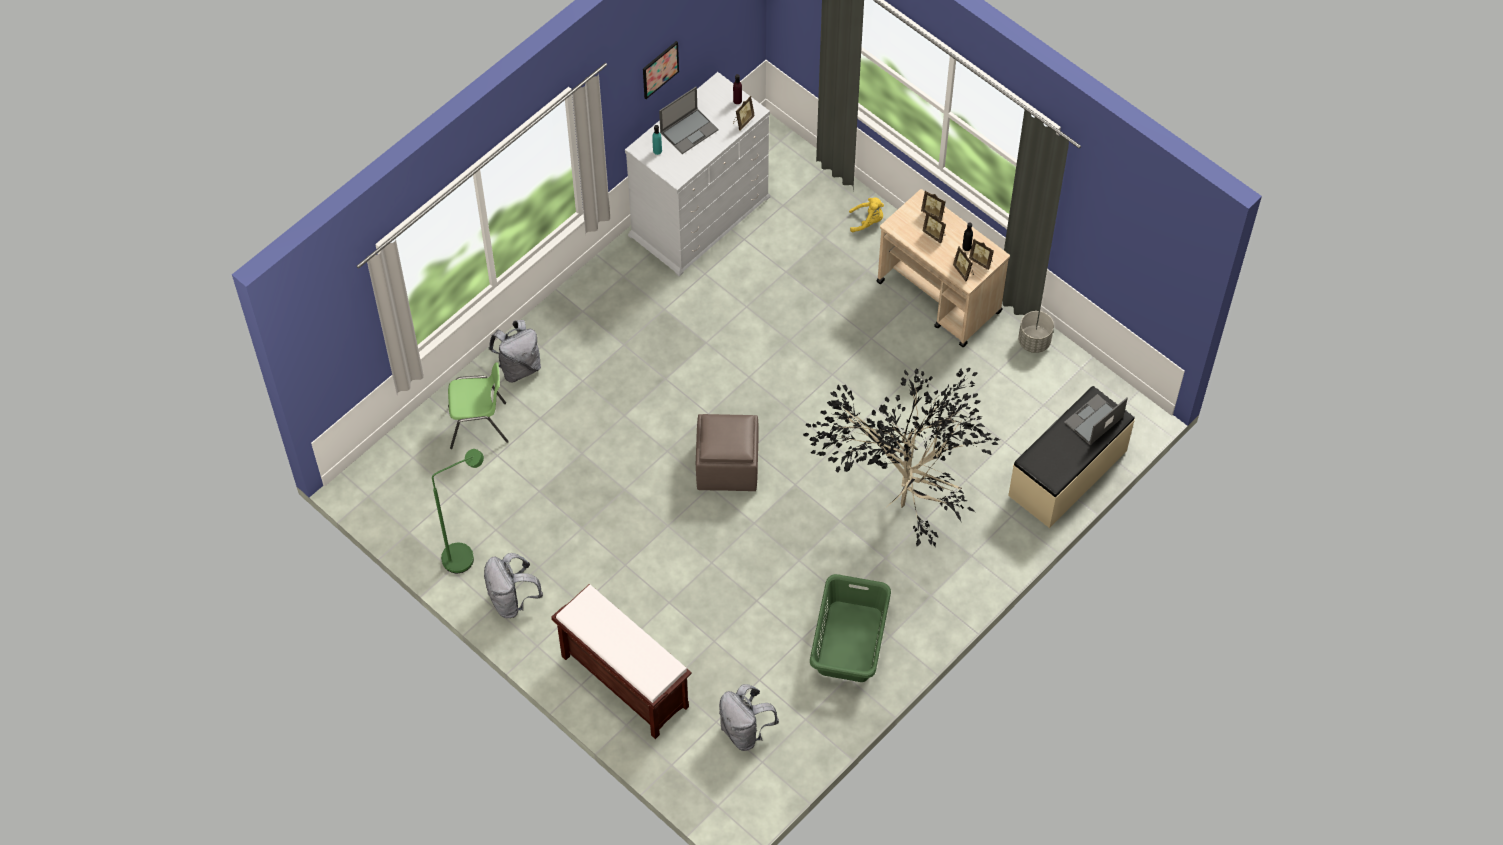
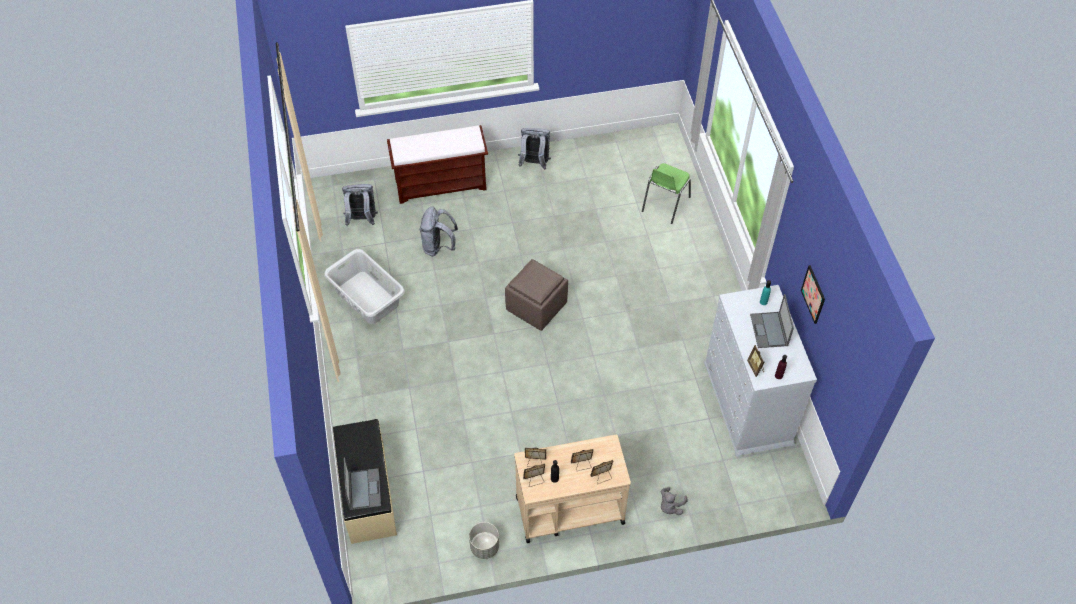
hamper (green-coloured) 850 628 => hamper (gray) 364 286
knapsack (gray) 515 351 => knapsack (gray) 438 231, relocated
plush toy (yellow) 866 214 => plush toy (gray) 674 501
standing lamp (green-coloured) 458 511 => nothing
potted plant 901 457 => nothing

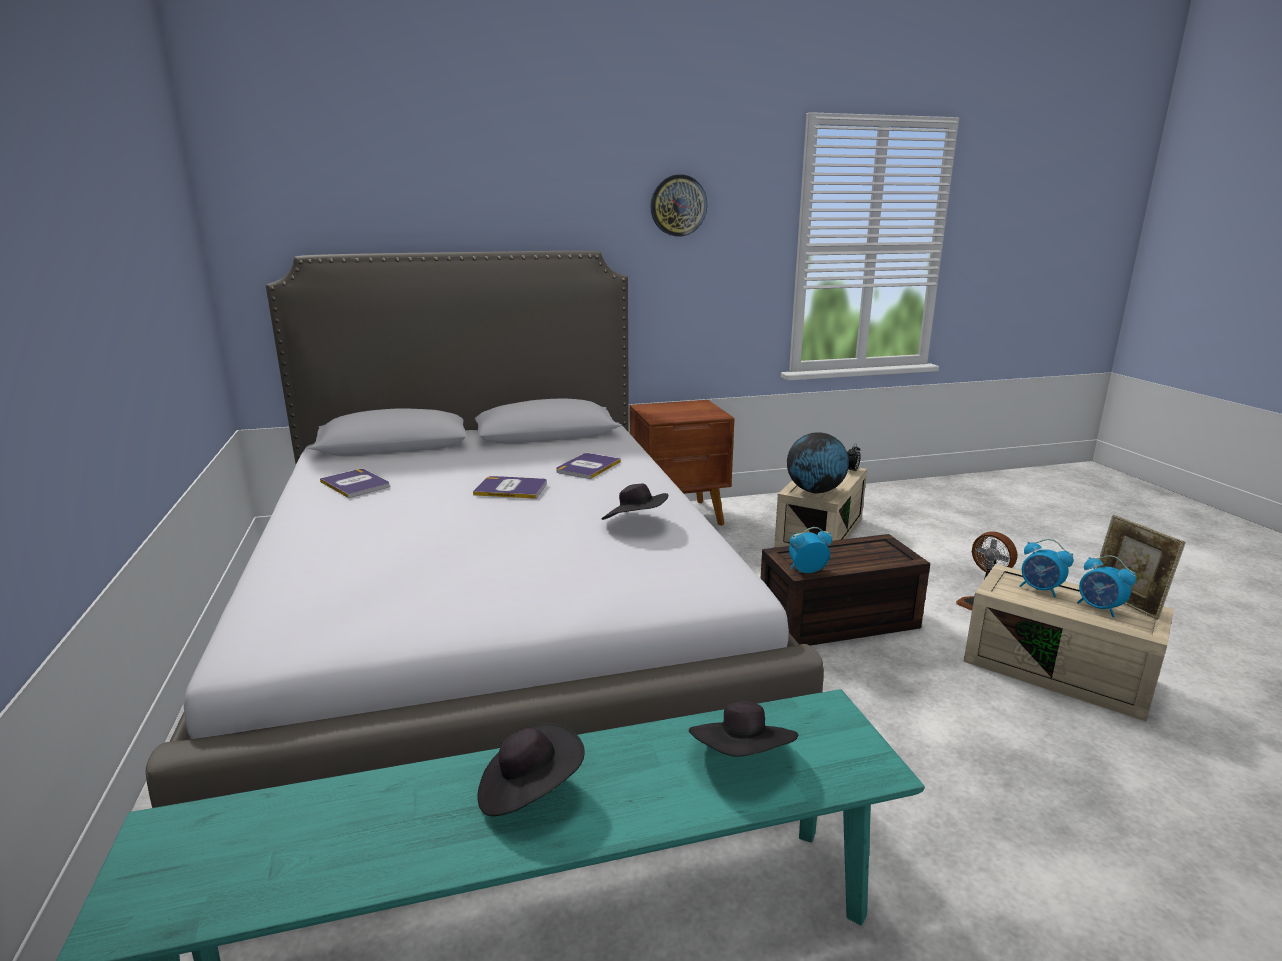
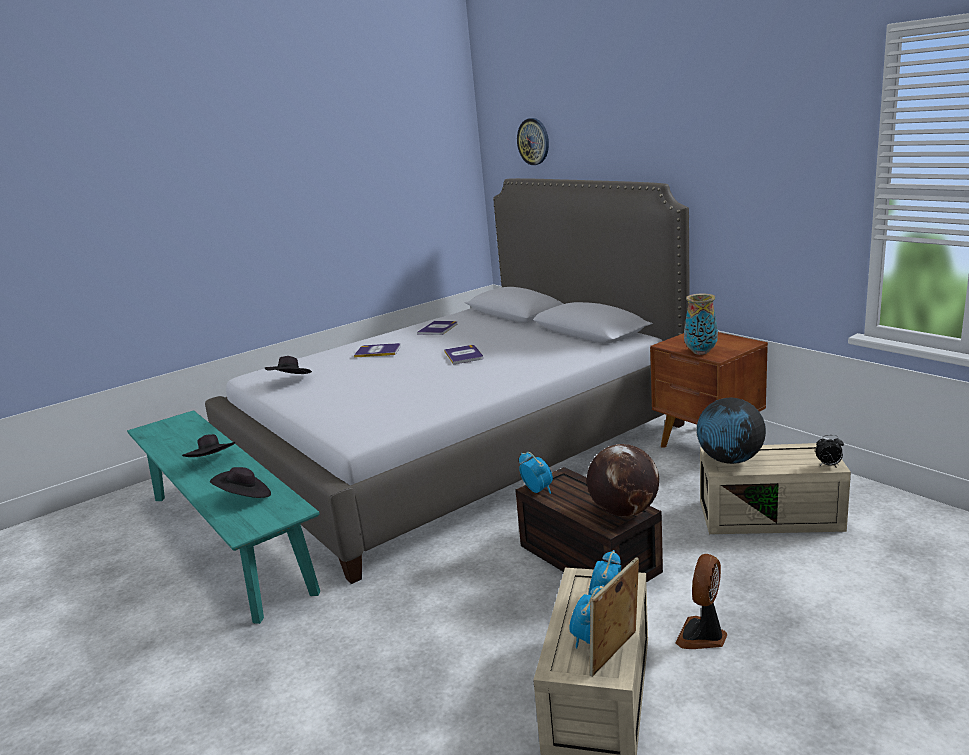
clothing hat (black-coloured) 635 502 => clothing hat (black-coloured) 288 365, relocated
volume 588 466 => volume 377 350, relocated
clock on the wall 679 205 => clock on the wall 533 141, relocated
nothing => globe 623 480
nothing => vase 701 324

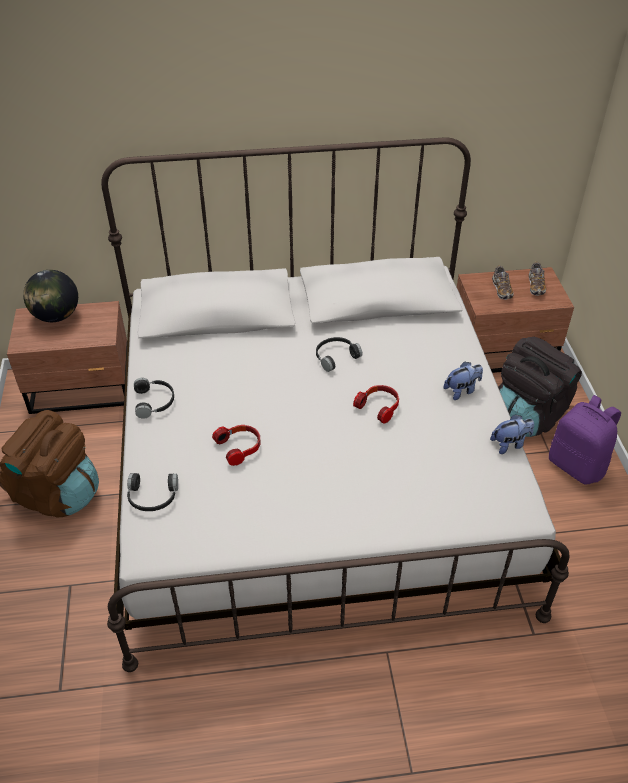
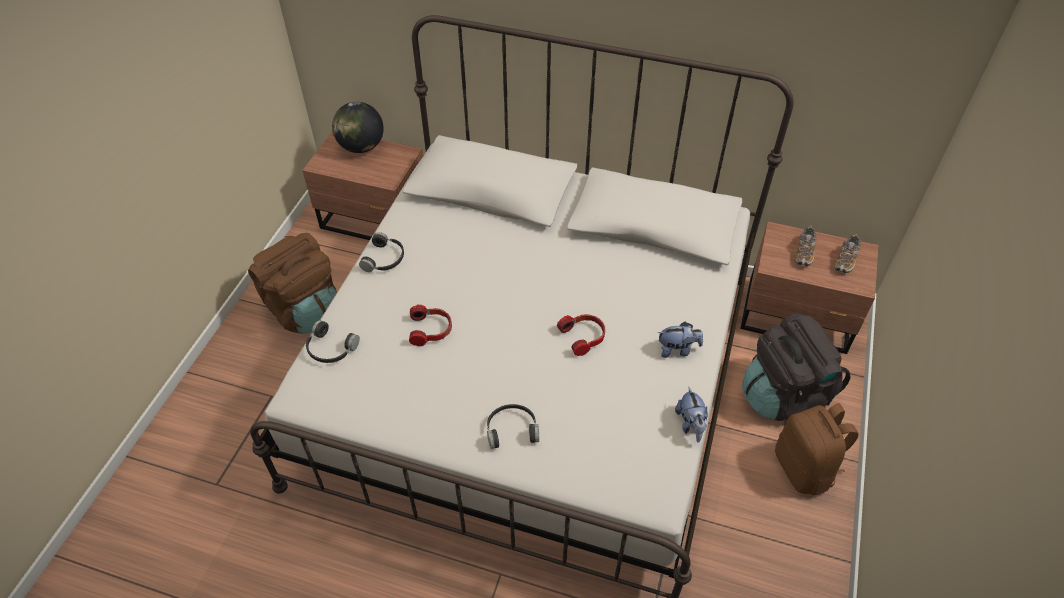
headset (black-coloured) 339 354 => headset (black-coloured) 513 426, relocated
plush toy 512 434 => plush toy 691 414, 75 degrees clockwise
knapsack (purple-coloured) 585 440 => knapsack (brown-coloured) 817 449

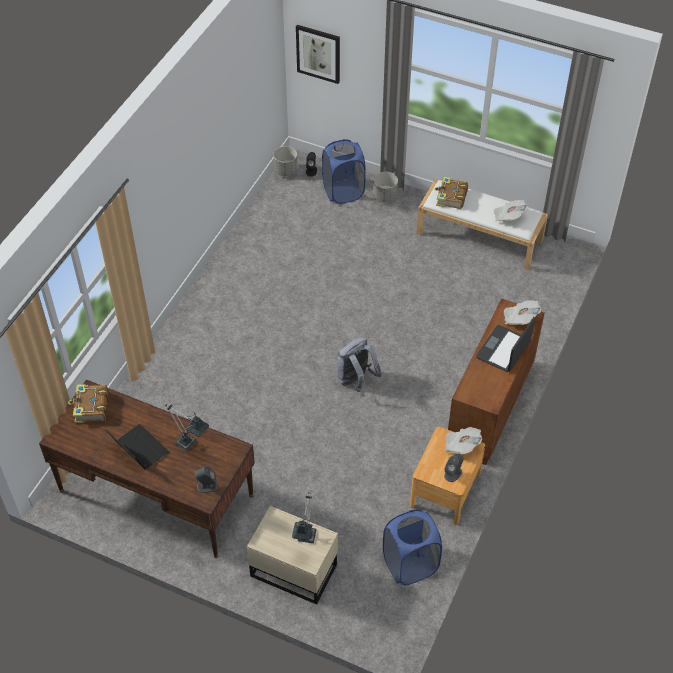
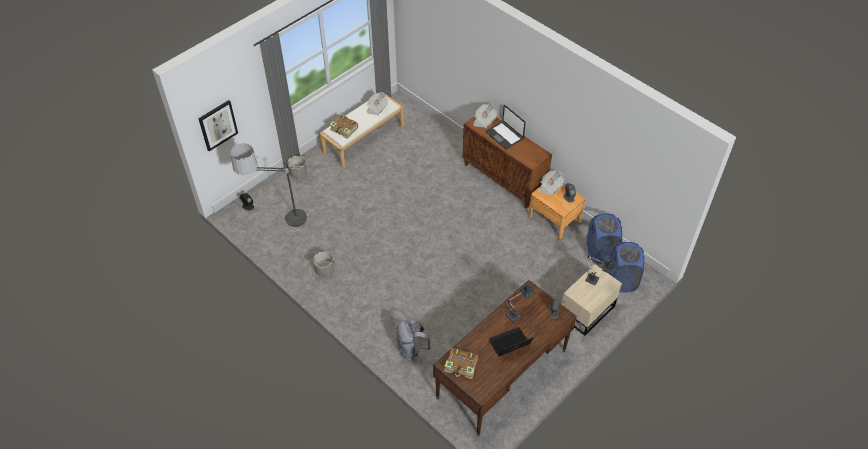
nothing => standing lamp 269 187
plant pot (gray) 285 161 => plant pot (gray) 323 264, relocated
knapsack (gray) 359 364 => knapsack (gray) 414 340, relocated
hamper (blue) 344 171 => hamper (blue) 627 267, relocated

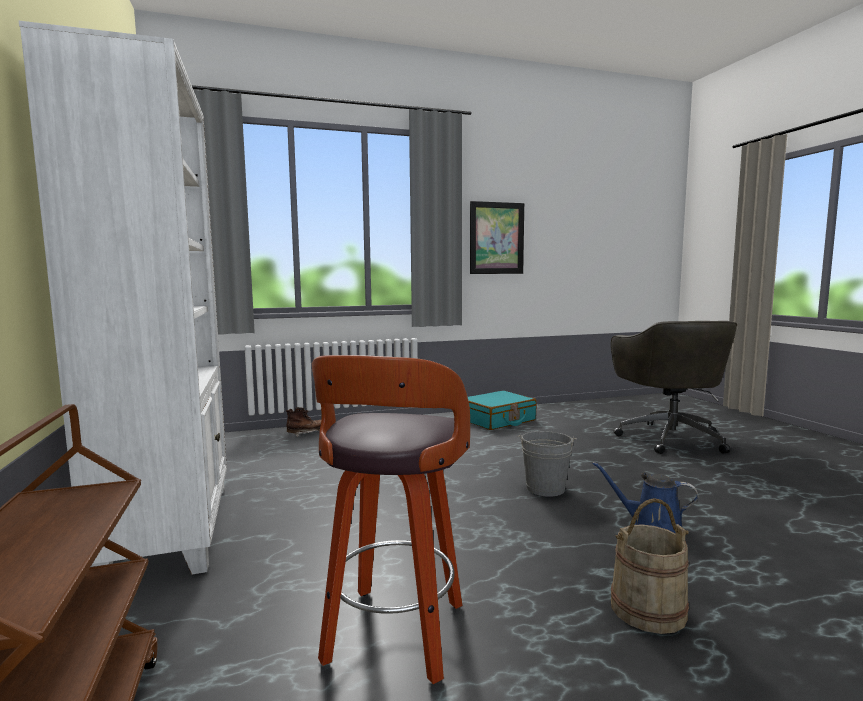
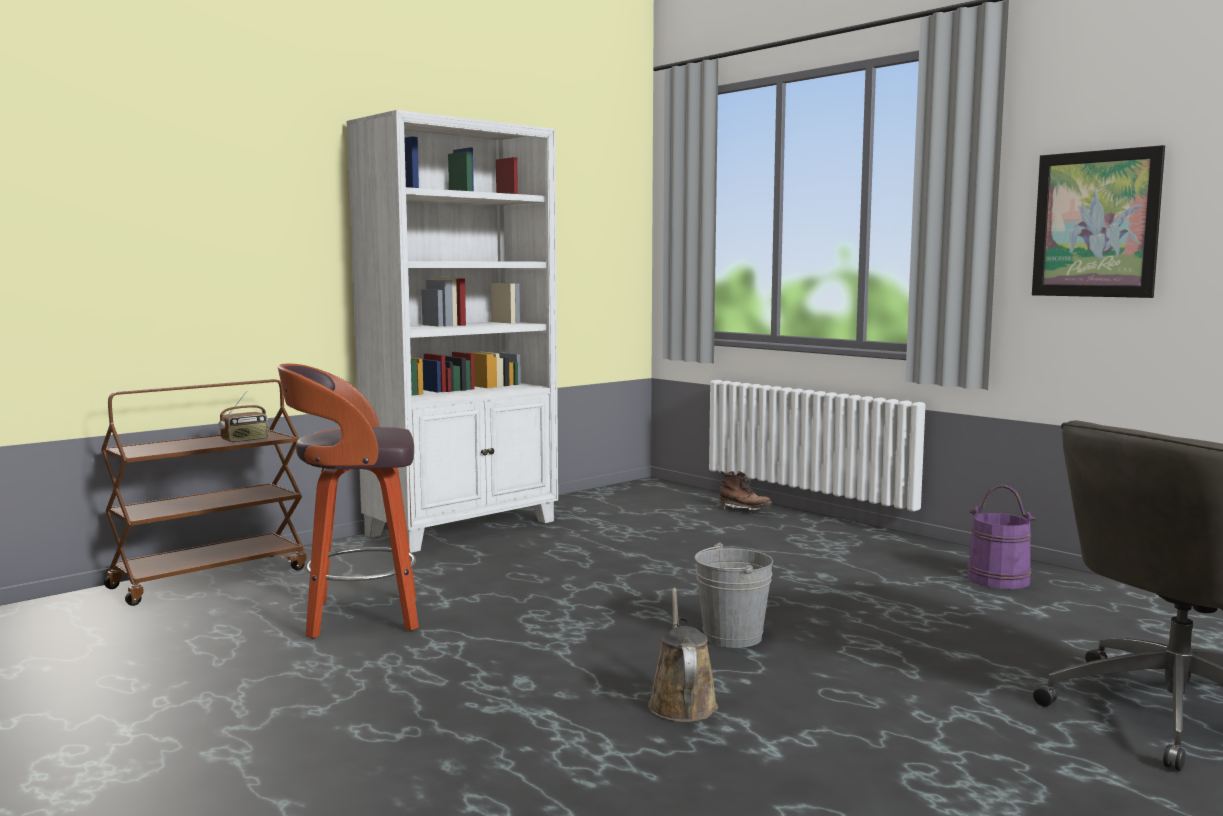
nothing => radio 243 417
watering can (blue) 645 497 => watering can (brown-coloured) 683 655
piece of luggage (blue-green) 502 410 => pail (purple-coloured) 1001 537
pail (sand-coloured) 650 566 => nothing

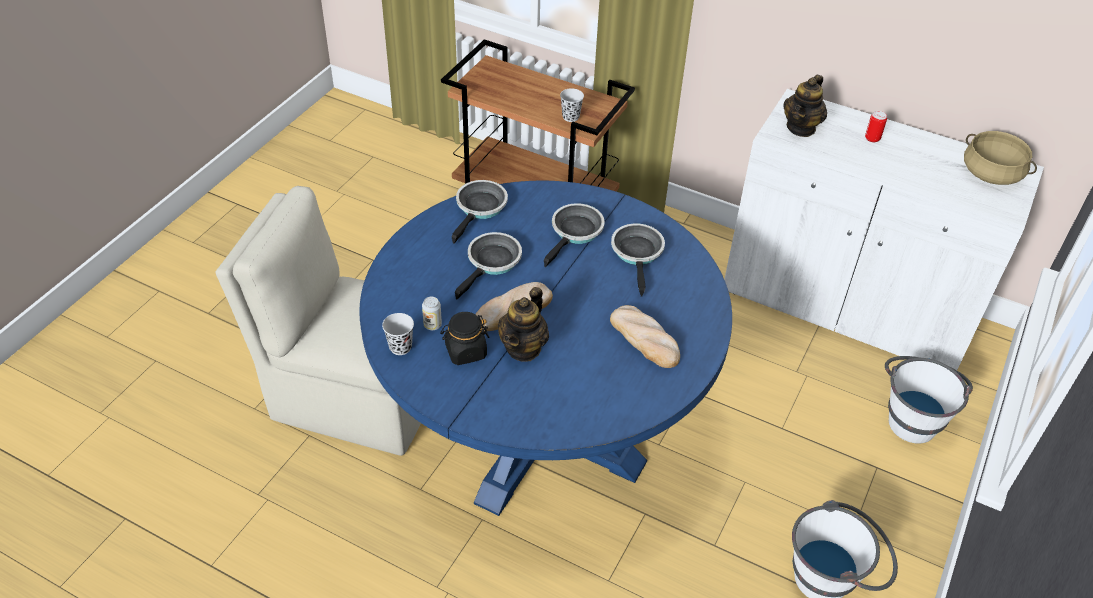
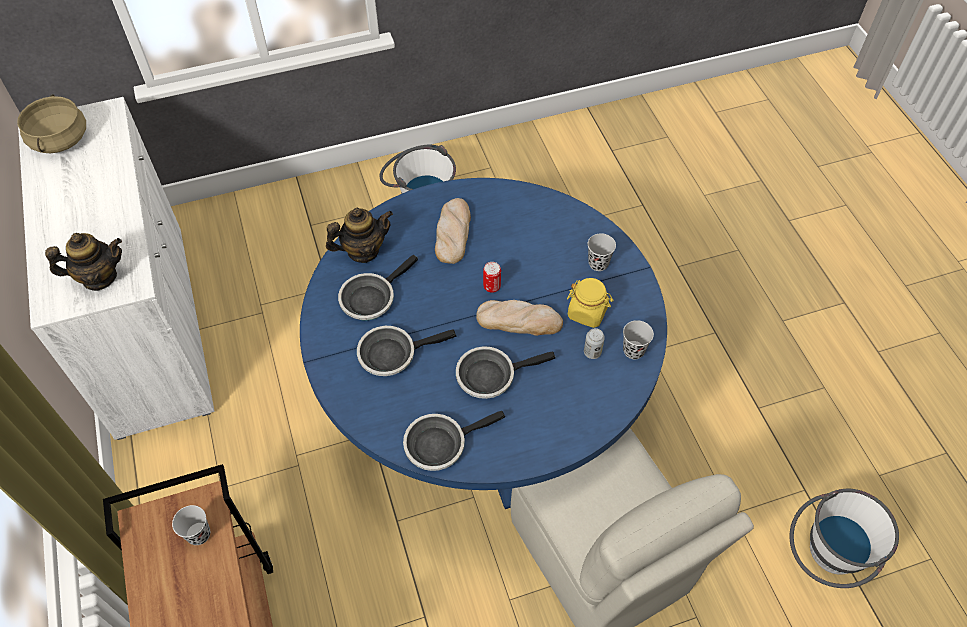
pot for tea 523 324 => pot for tea 359 235, relocated
can 876 126 => can 492 277, relocated
preserve jar (black-coloured) 464 338 => preserve jar (yellow) 590 303
nothing => drinking cup (black-coloured) 602 252
pail (white-coloured) 929 400 => pail (white-coloured) 844 538, relocated

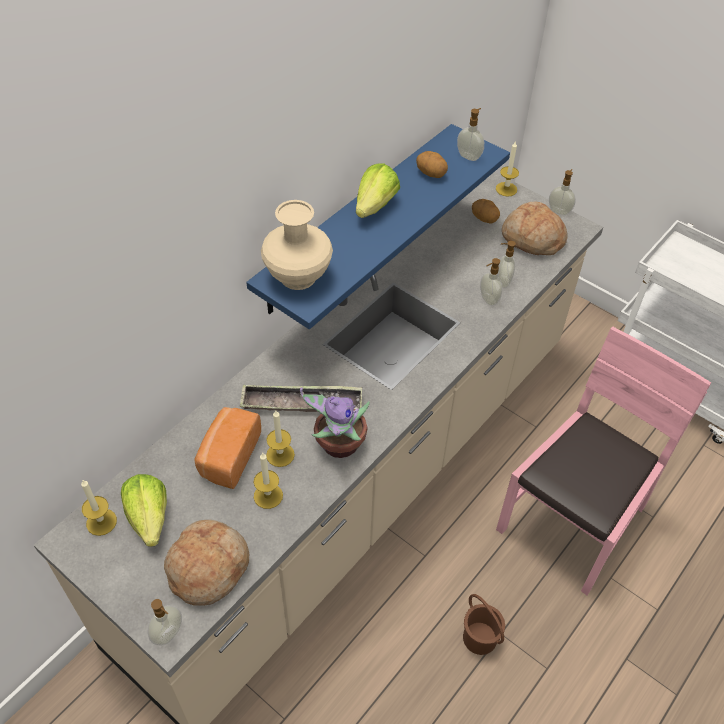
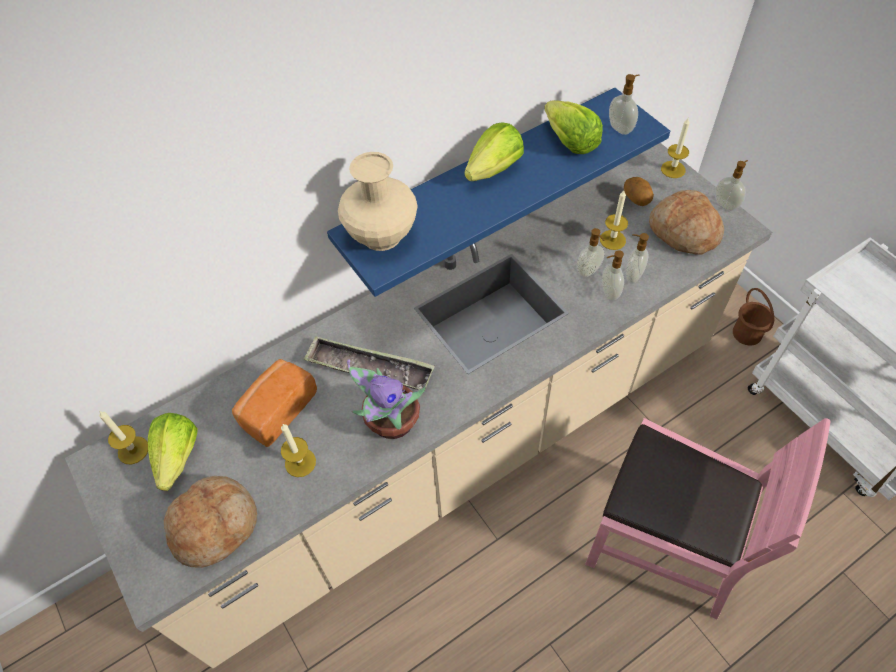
whole potato 432 164 => lettuce 573 127
soap bottle 165 622 => soap bottle 591 252, relocated
plain chair (pinkish) 603 460 => plain chair (pinkish) 708 518, 60 degrees clockwise
wax light 280 439 => wax light 614 220, relocated
pail (brown-coloured) 484 624 => pail (brown-coloured) 754 316, relocated

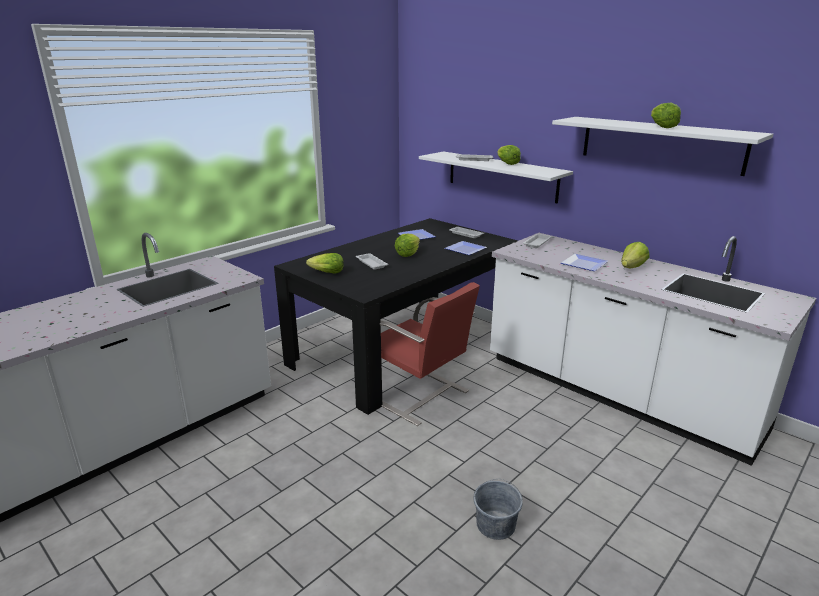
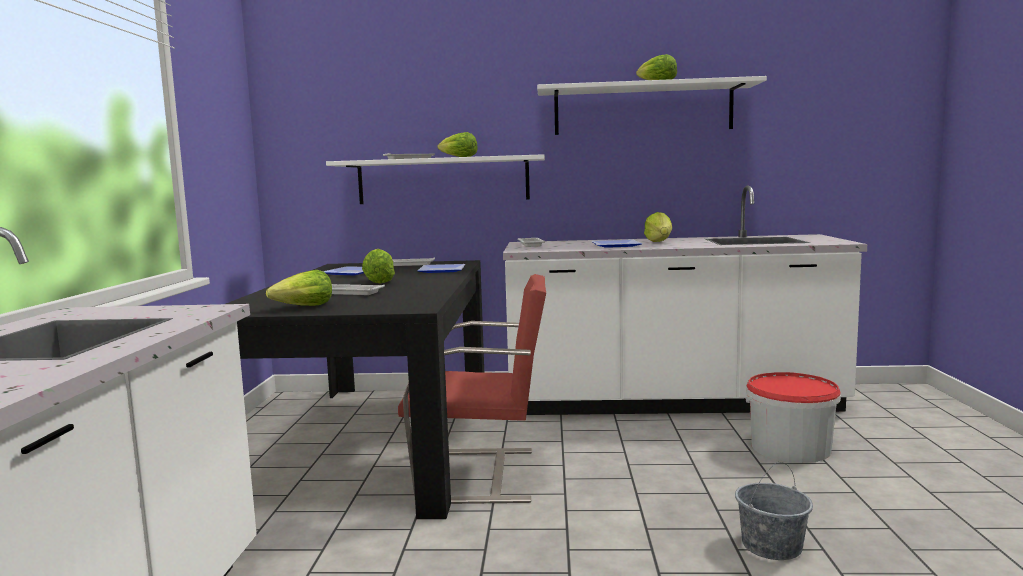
nothing => pail 793 417

